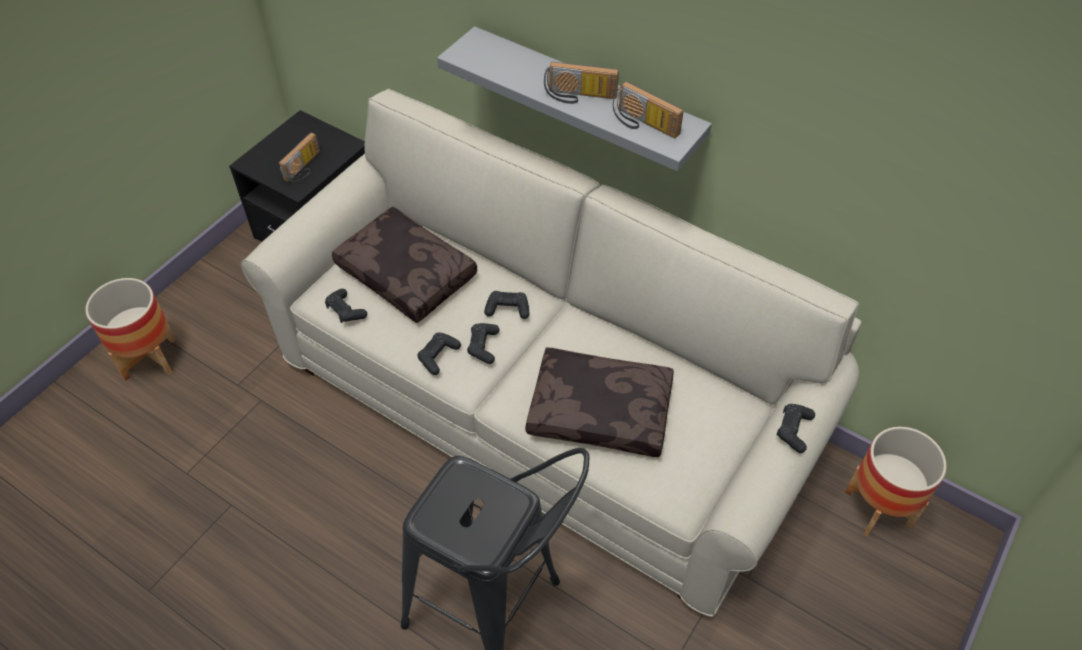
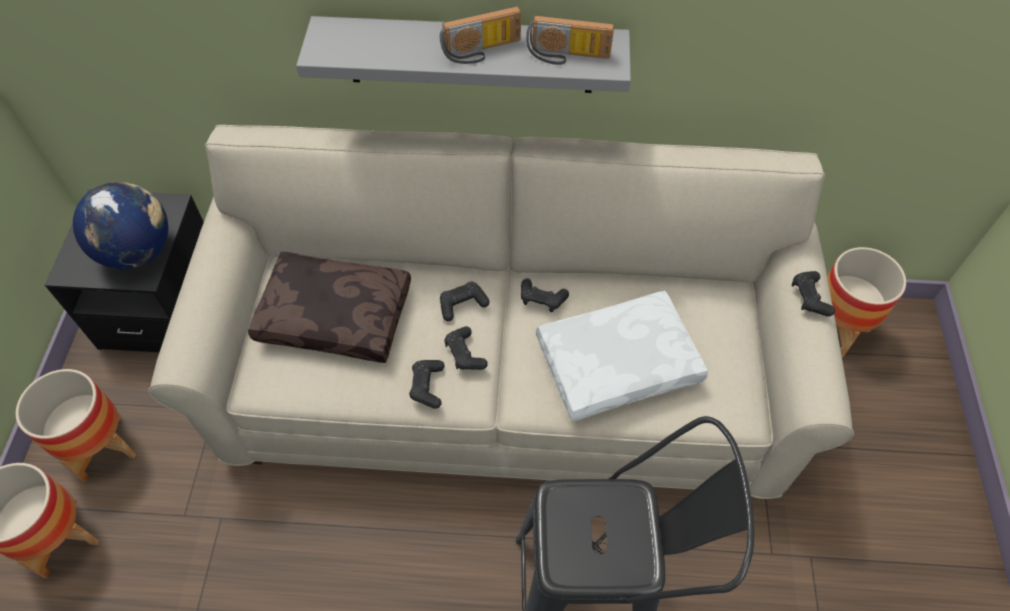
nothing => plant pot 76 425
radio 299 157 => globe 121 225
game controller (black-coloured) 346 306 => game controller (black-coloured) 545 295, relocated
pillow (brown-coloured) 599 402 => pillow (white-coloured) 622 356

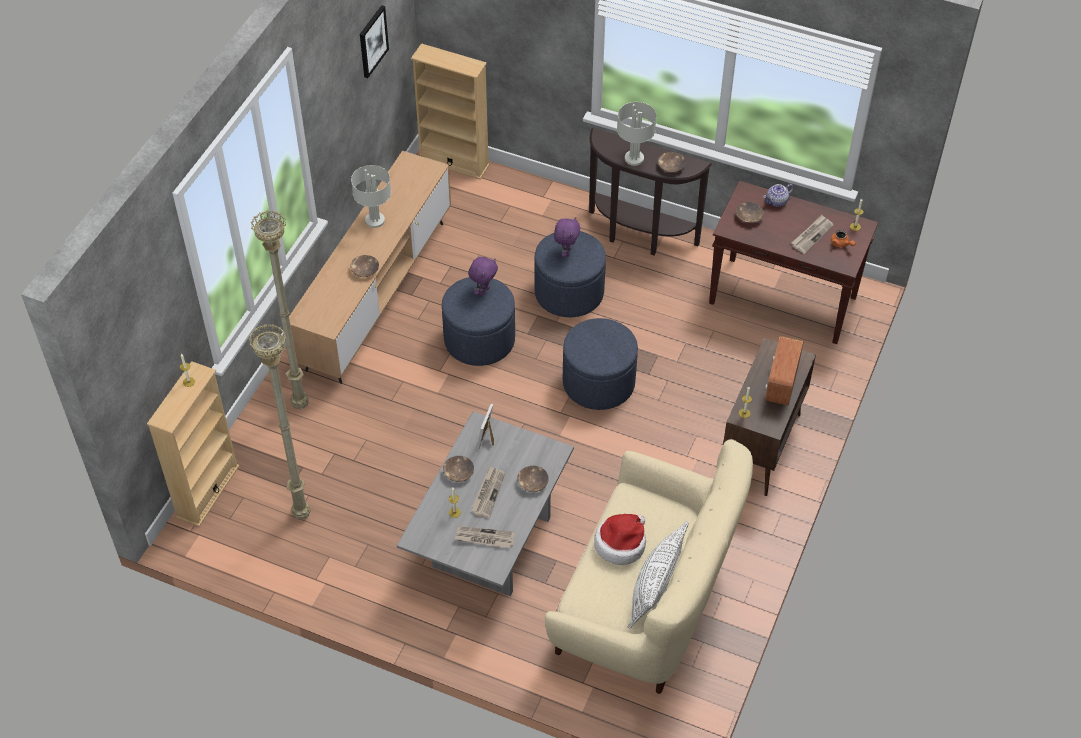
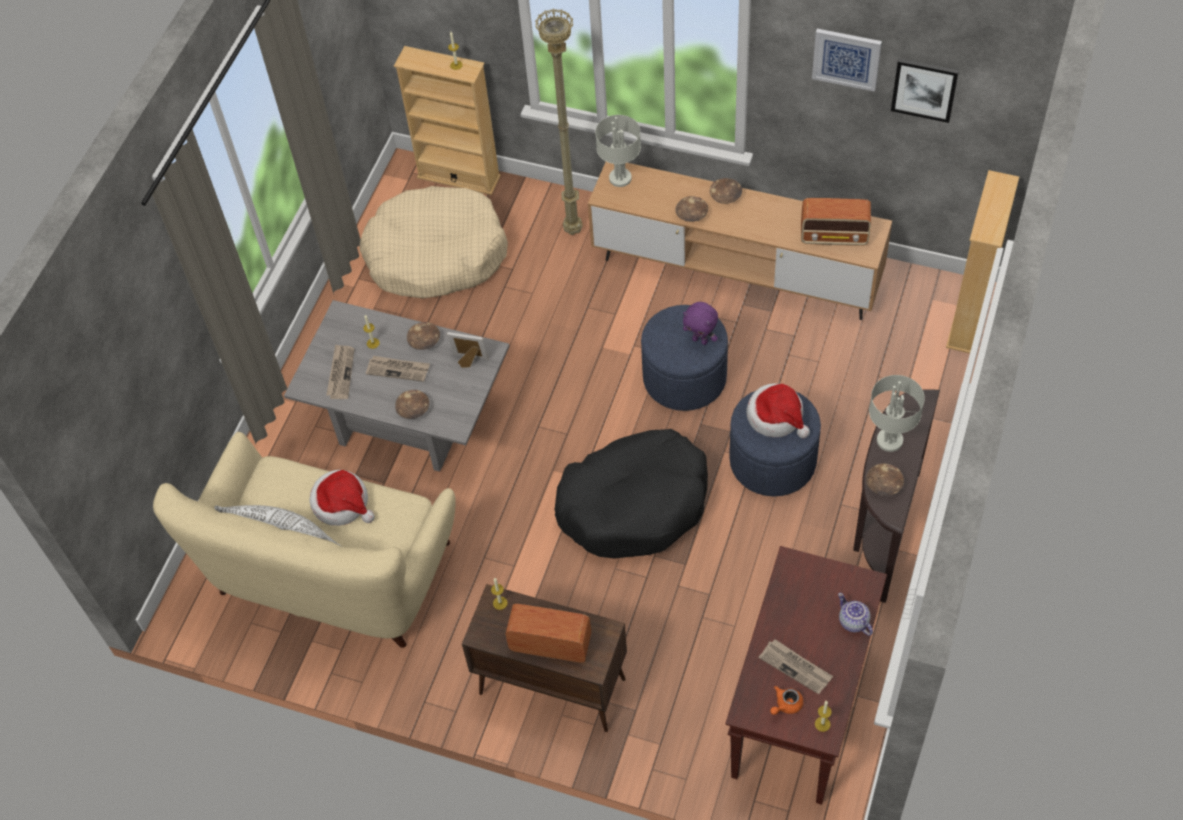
standing lamp (sand-coloured) 280 422 => pet bed (sand-coloured) 433 242
footrest (blue) 600 364 => pet bed (black-coloured) 631 494
tabletop lamp (gray) 371 196 => tabletop lamp (gray) 618 151, relocated
bowl (brown-coloured) 750 212 => bowl (brown-coloured) 726 191, relocated
plush toy (purple-coloured) 567 237 => clothing hat 778 410
nothing => radio 836 222
nothing => picture 847 60

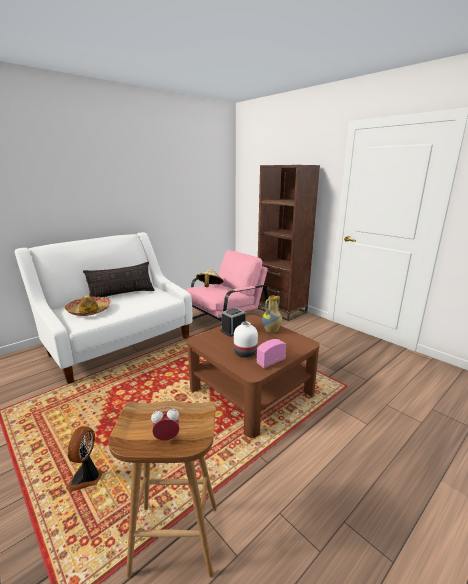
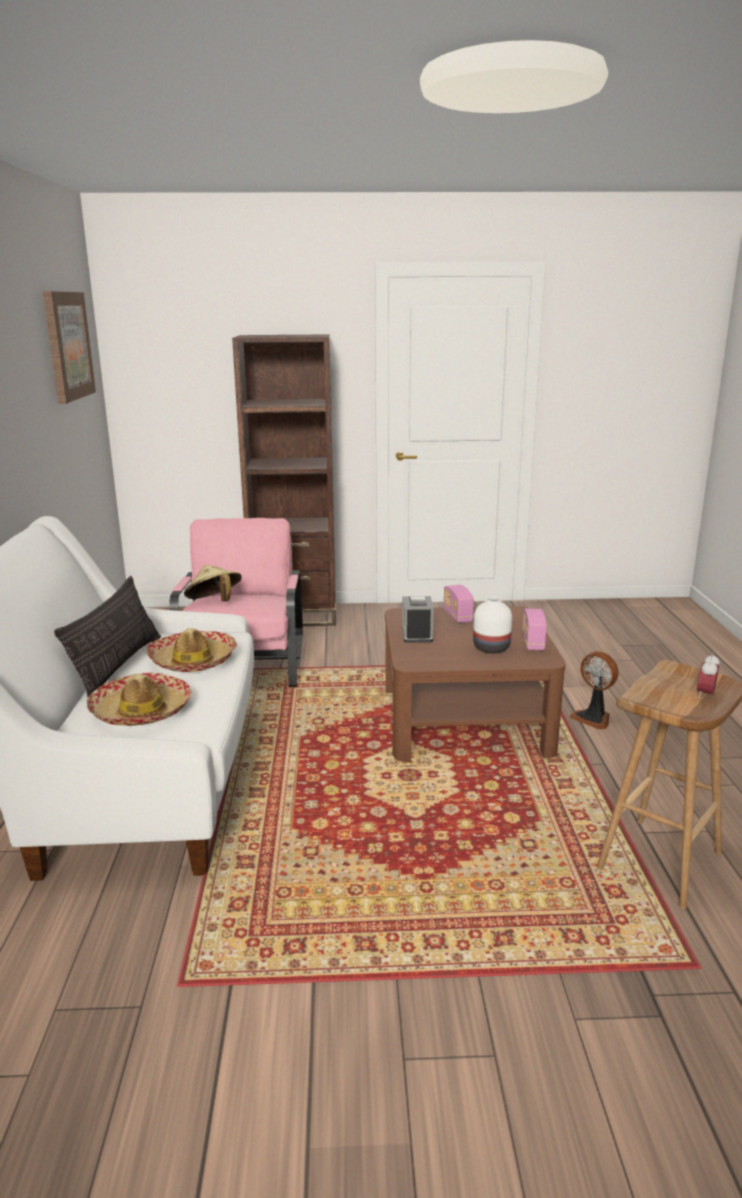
nothing => picture 69 347
nothing => clothing hat 191 650
vase 272 314 => radio 458 604
electric fan 84 458 => electric fan 594 690, relocated

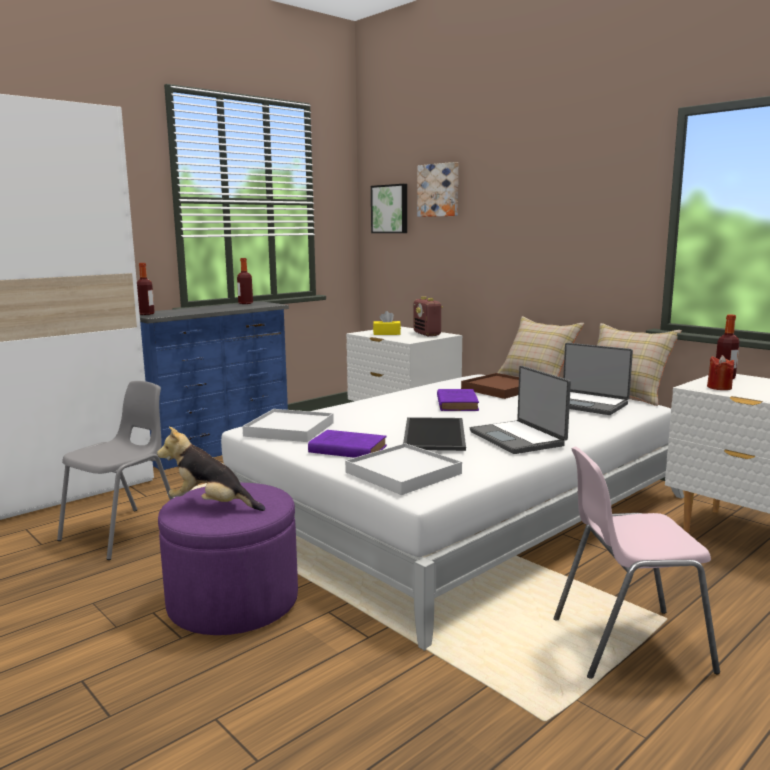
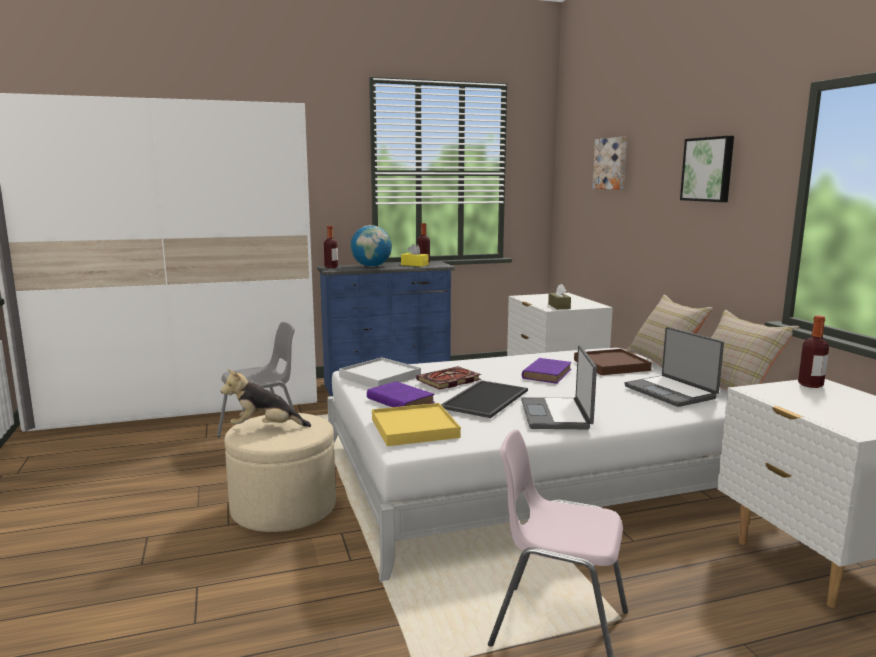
plush toy 211 469 => plush toy 266 398, 45 degrees counterclockwise
footrest (purple-coloured) 228 559 => footrest (sand-coloured) 280 472
nothing => globe 371 246
serving tray (white-coloured) 403 469 => serving tray (yellow) 416 424
tissue holder (yellow) 387 323 => tissue holder (yellow) 414 255, relocated
nothing => volume 448 378
nothing => tissue holder (brown-coloured) 559 296
picture 389 208 => picture 707 169, relocated
radio 428 316 => nothing
wax light (reddish) 720 372 => nothing

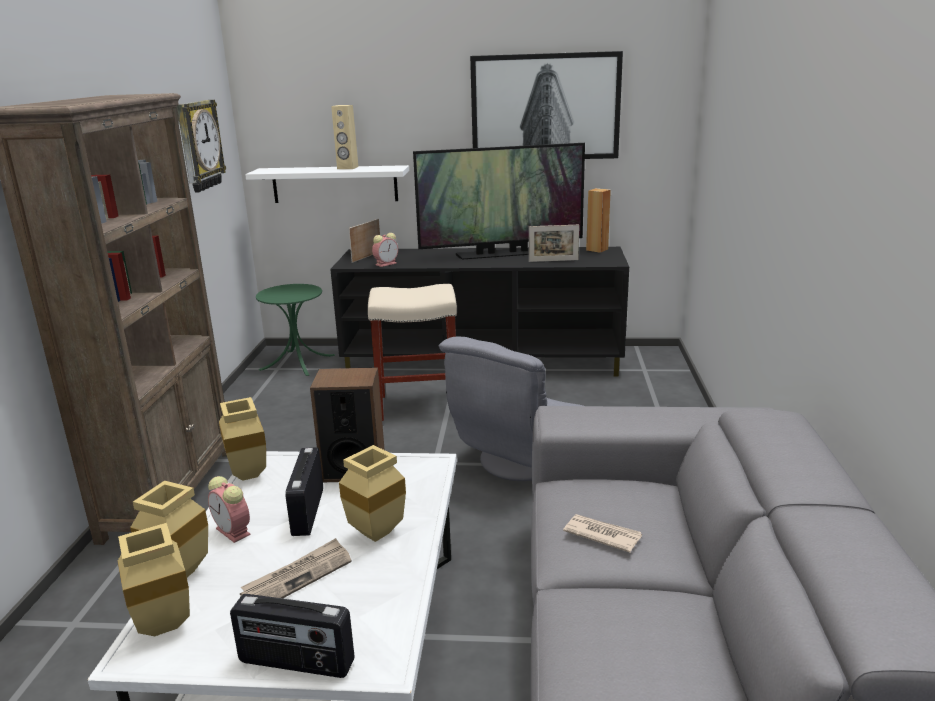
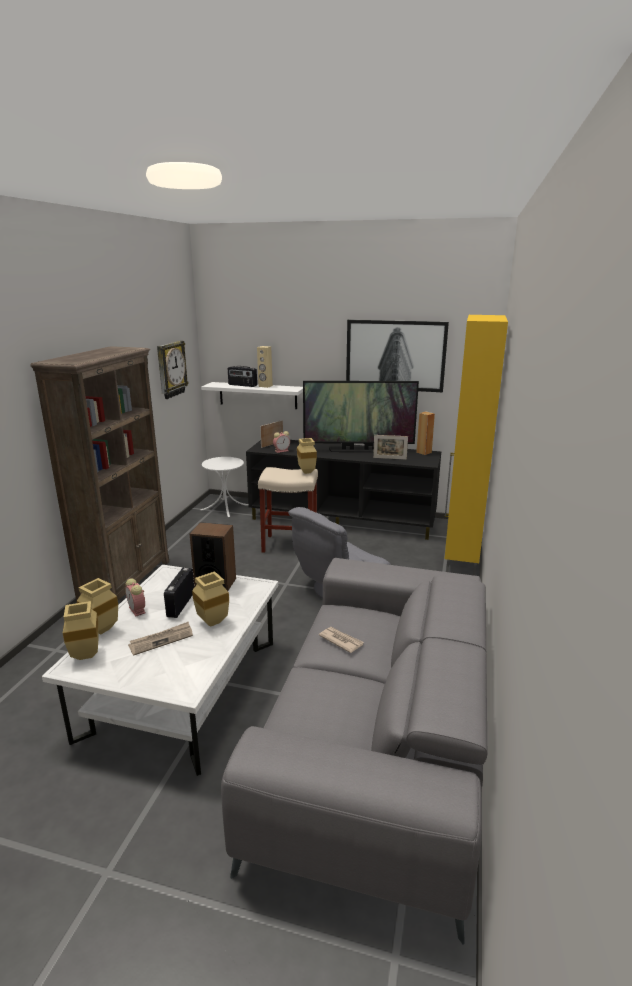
end table (green-coloured) 295 330 => end table (white-coloured) 224 487
radio 292 636 => radio 242 376, relocated
vase (sand-coloured) 242 439 => vase (sand-coloured) 307 456, relocated
nothing => cupboard (yellow) 476 445

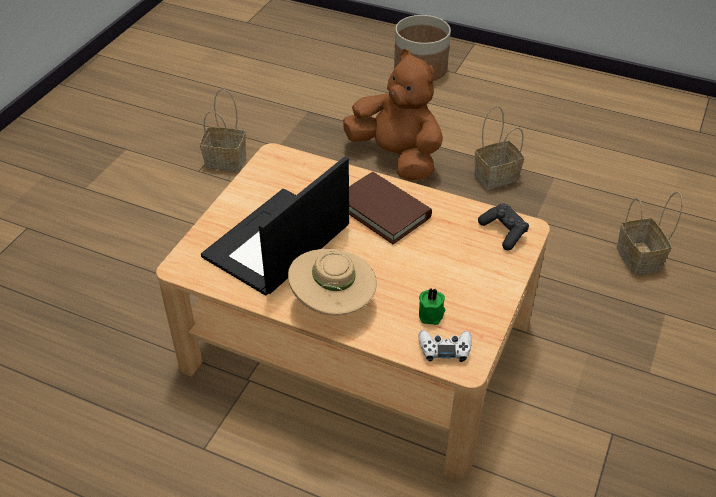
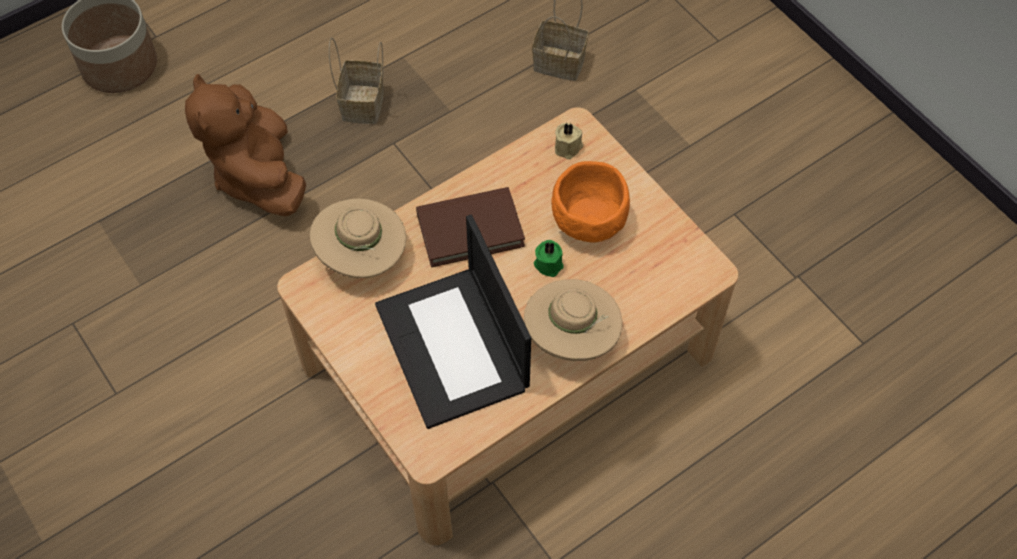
plush toy (brown-coloured) 393 114 => plush toy (brown-coloured) 245 145, 90 degrees counterclockwise
nothing => clothing hat (sand-coloured) 358 238
wax light (green-coloured) 432 306 => wax light (green-coloured) 549 258, relocated
nothing => bowl (orange) 590 202
game controller (black-coloured) 503 227 => wax light (sand-coloured) 569 141
storage basket 223 130 => nothing
game controller (white-coloured) 445 346 => nothing

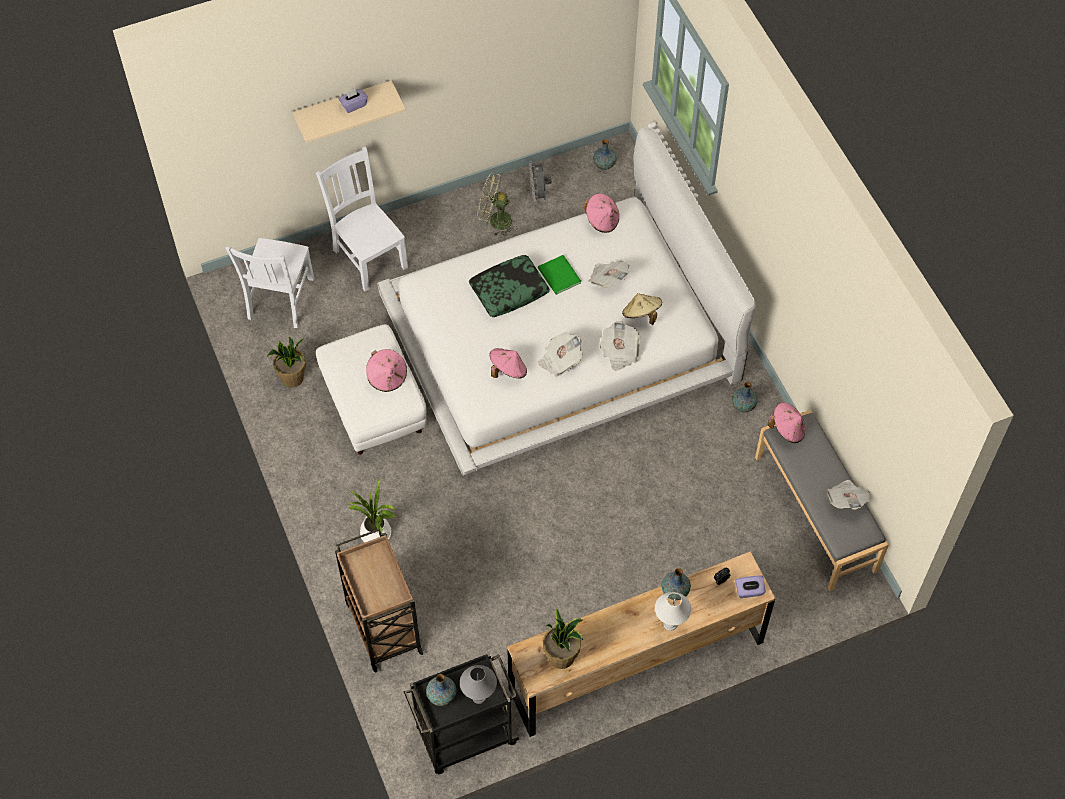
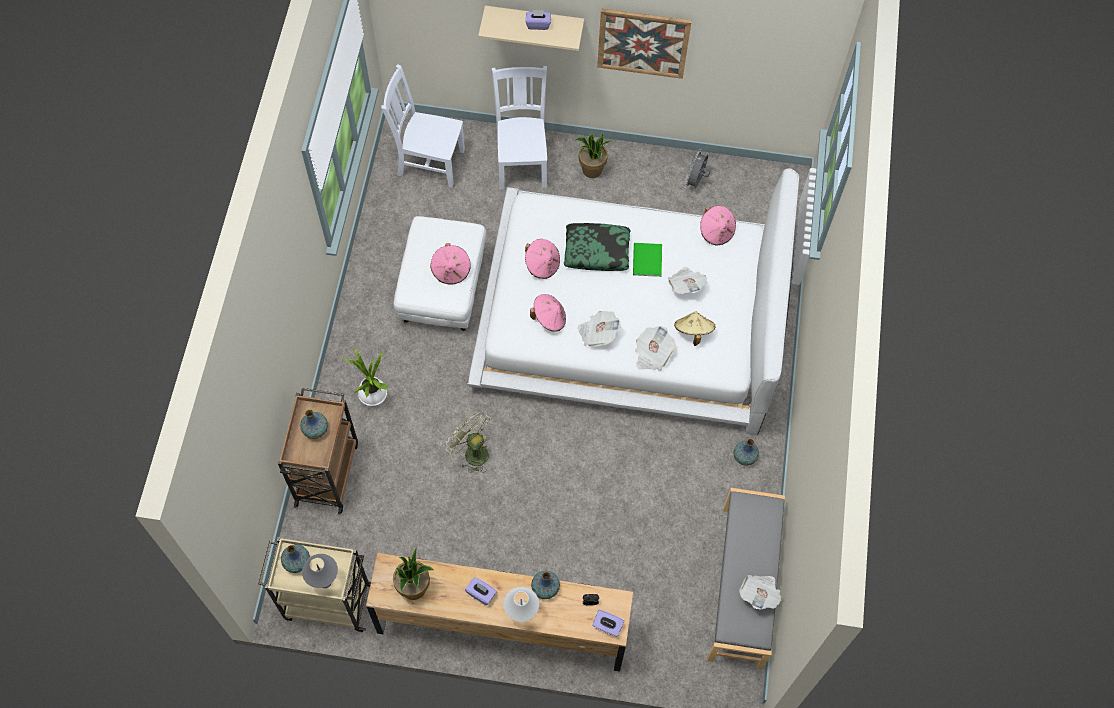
trolley (black-coloured) 461 713 => trolley (sand-coloured) 315 584
vase 605 154 => vase 314 424, relocated
plain chair (white-coloured) 269 283 => plain chair (white-coloured) 423 126, 60 degrees clockwise
electric fan (green-coloured) 497 204 => electric fan (green-coloured) 467 442, relocated
nothing => tissue holder (purple-coloured) 481 591
clothing hat (pinkish) 786 423 => clothing hat (pinkish) 542 259, relocated
potted plant 286 362 => potted plant 594 155, relocated
nothing => picture 644 44

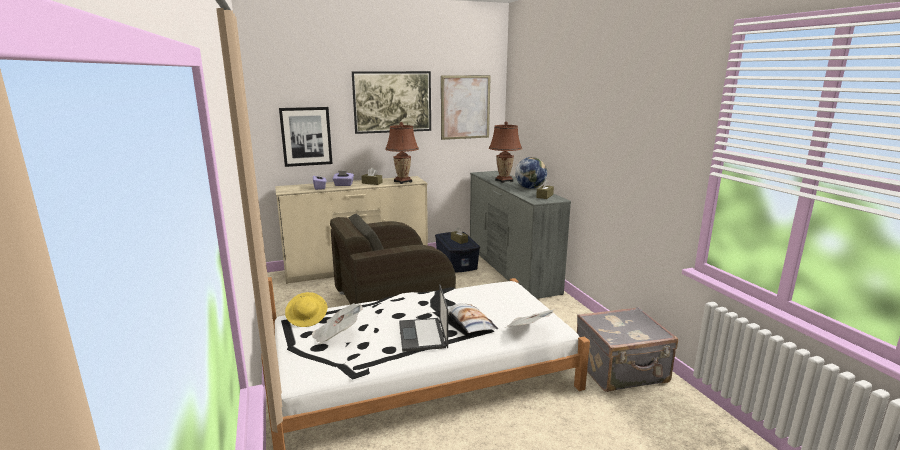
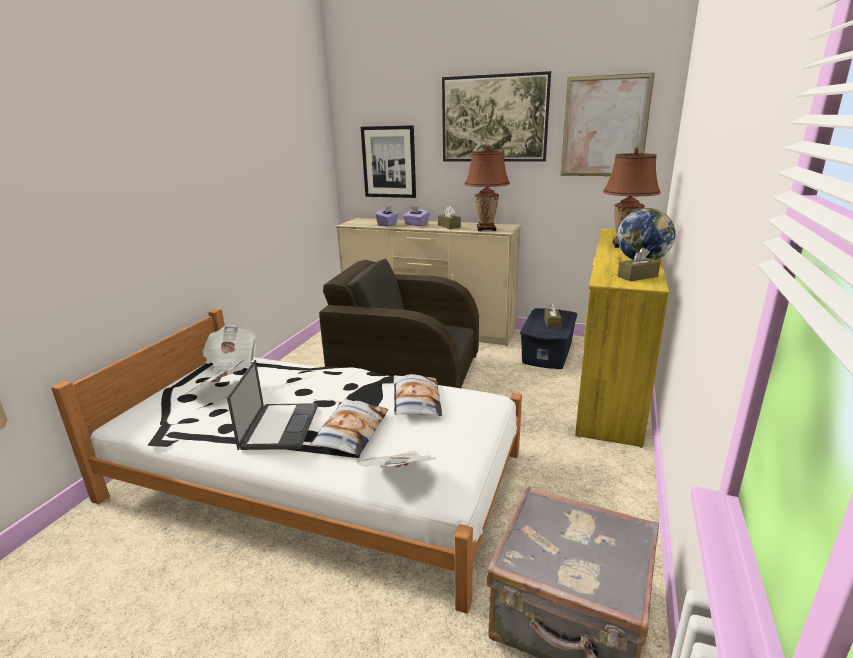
clothing hat (yellow) 306 309 => printed paper 229 350
portable computer 423 318 => portable computer 272 405, 150 degrees clockwise
nothing => pillow 418 395
drawer chest (gray) 520 235 => drawer chest (yellow) 622 338

